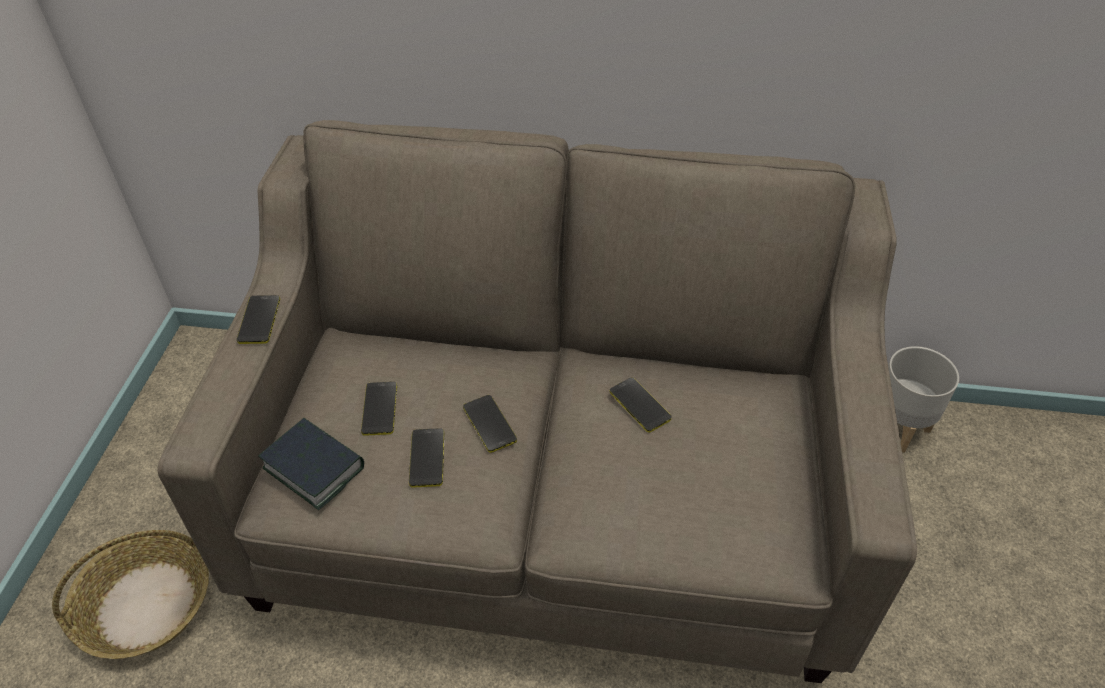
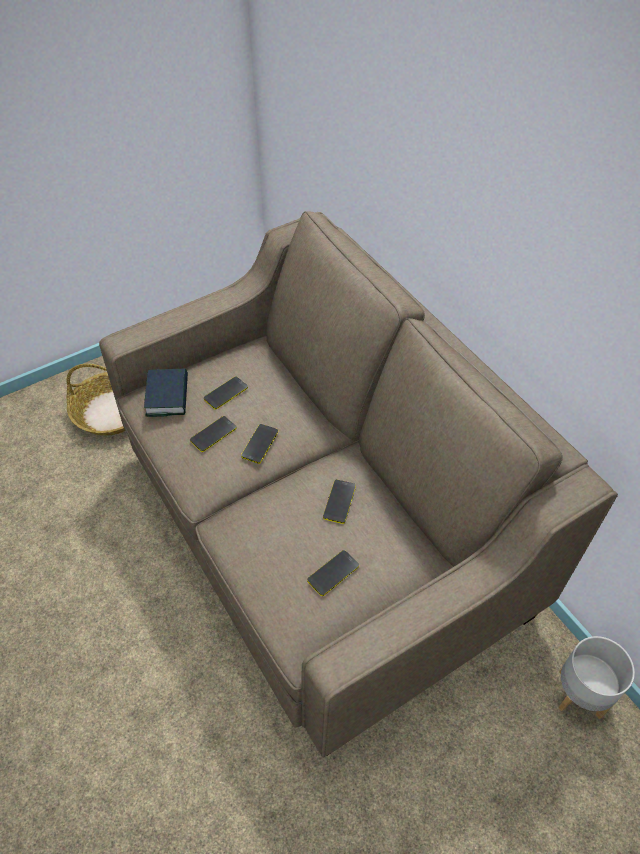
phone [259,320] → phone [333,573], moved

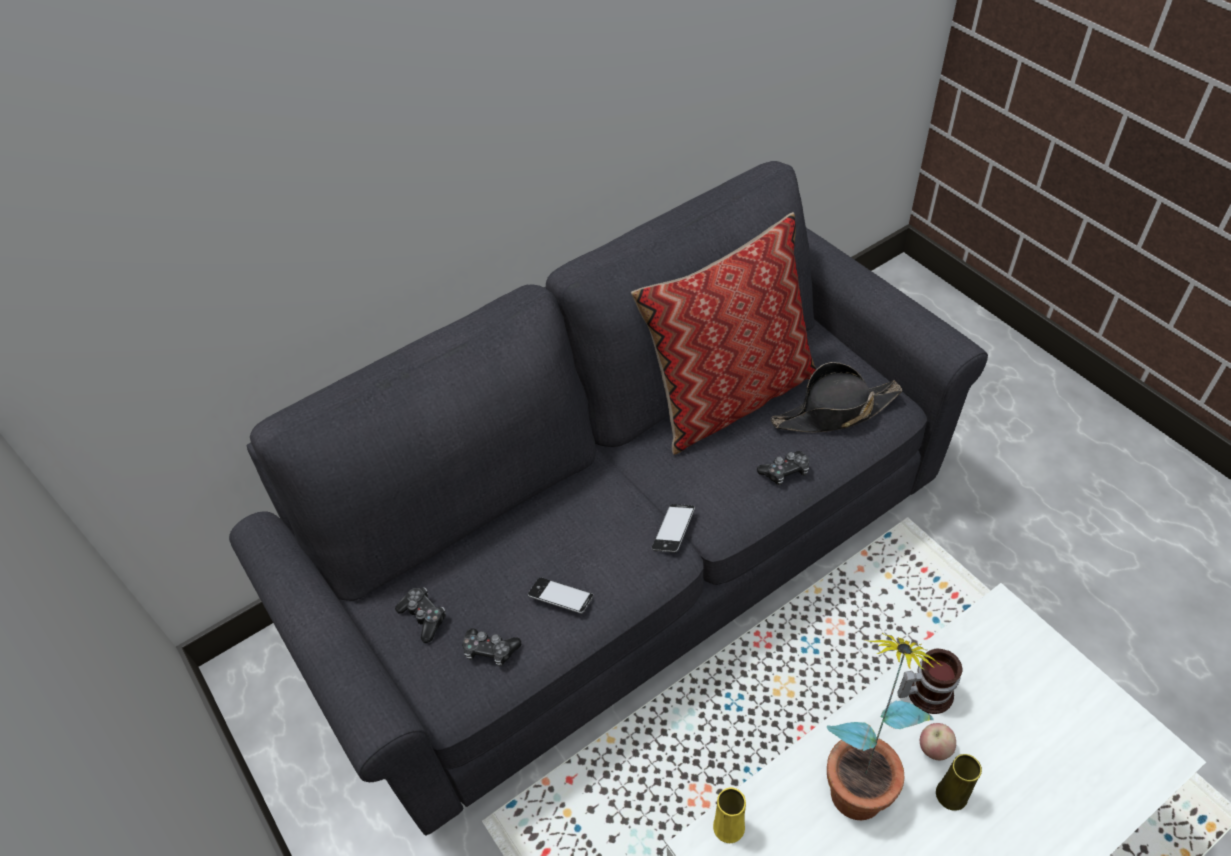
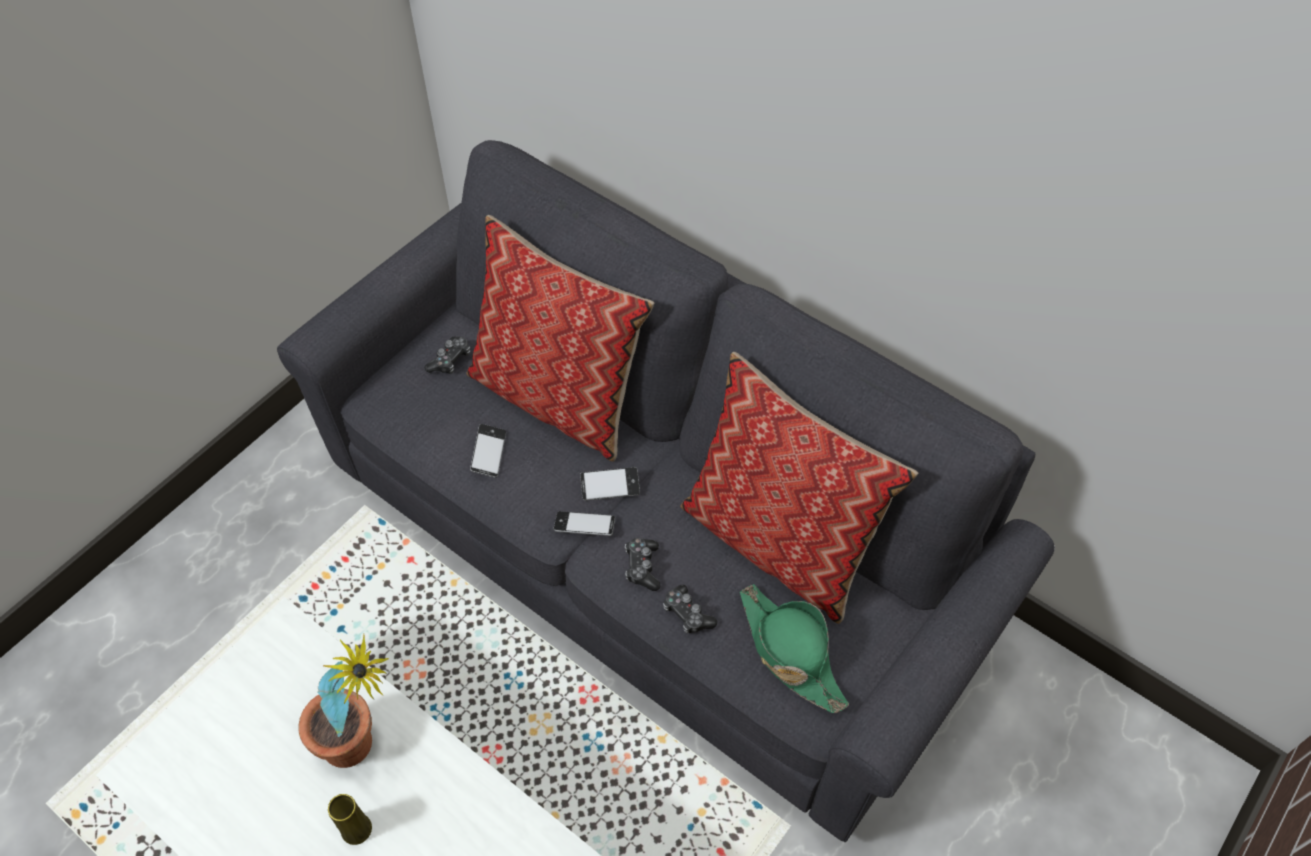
black hat [835,412] → green hat [790,652]
game controller [490,650] → game controller [642,567], moved
mug [924,691] → -
apple [934,749] → -
yellow vase [728,827] → -
- → pillow [558,397]
- → phone [610,486]

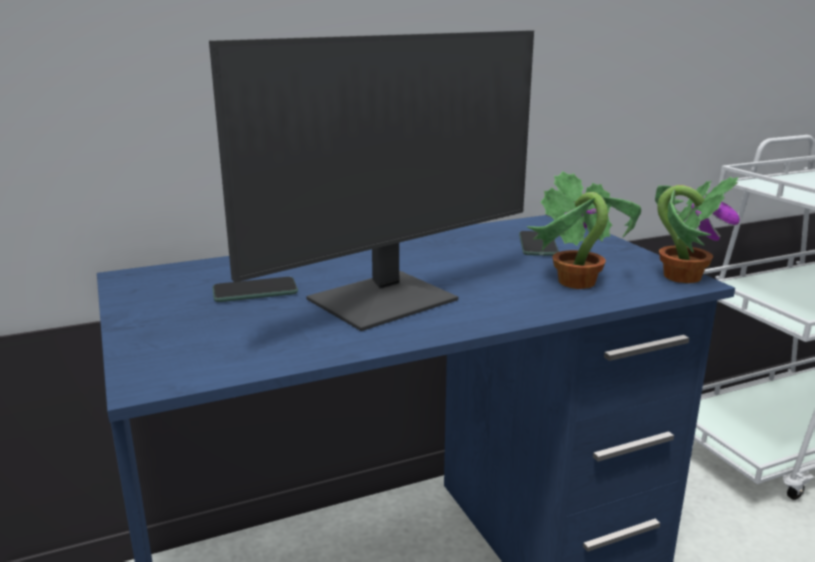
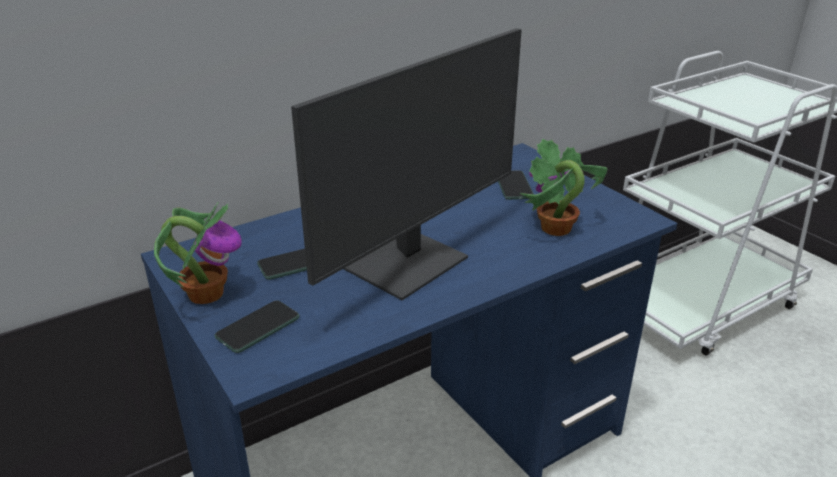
potted plant [681,276] → potted plant [205,293], moved
- → phone [258,327]

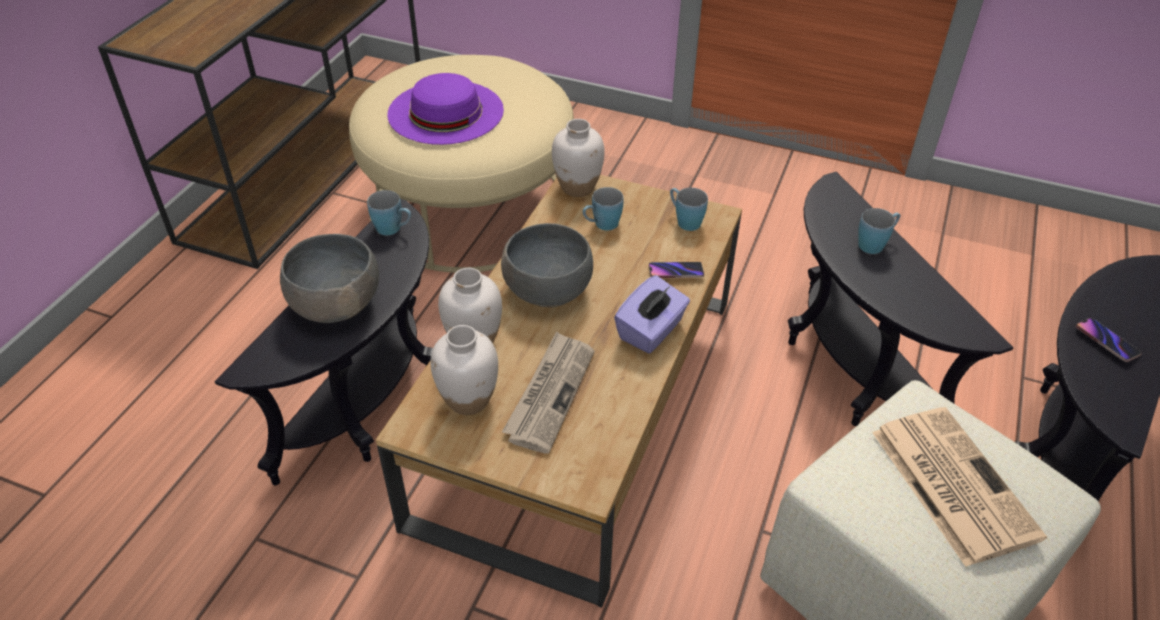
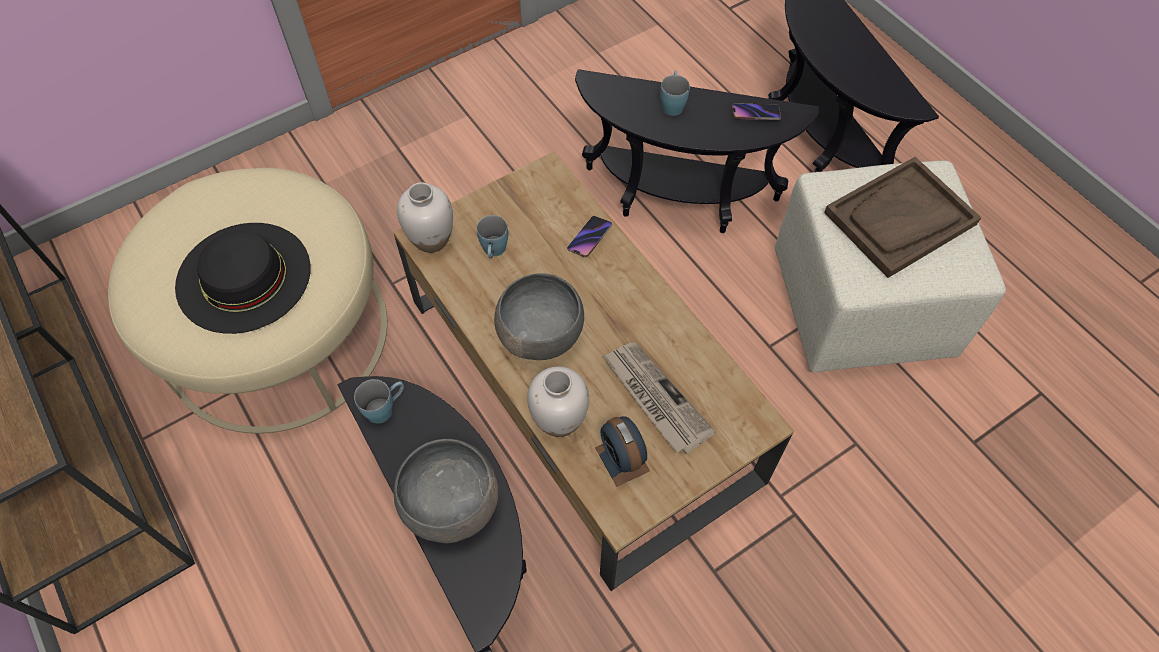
purple hat [445,112] → black hat [243,277]
blue mug [684,220] → -
purple tissue box [651,331] → -
phone [1106,342] → phone [755,114], moved
white vase [468,400] → alarm clock [622,459]
newspaper [951,482] → brown tray [900,219]

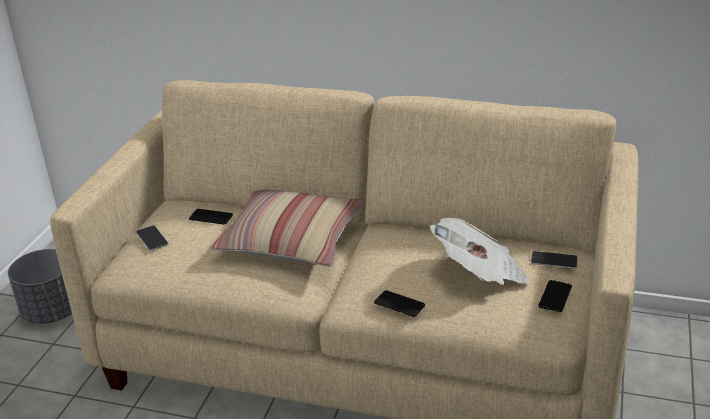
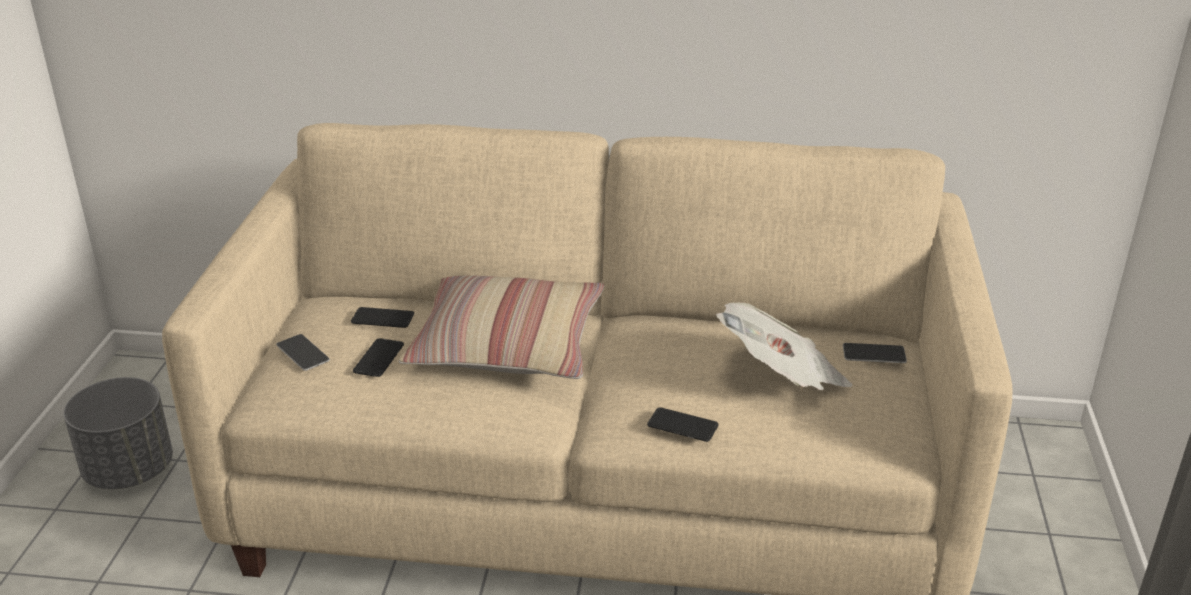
phone [555,297] → phone [378,358], moved

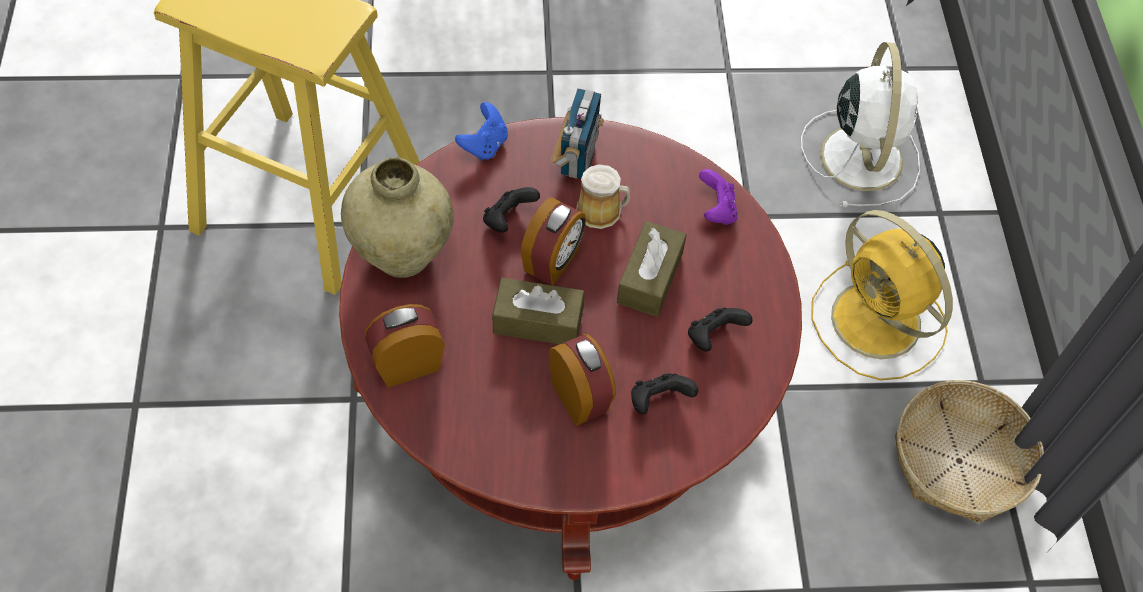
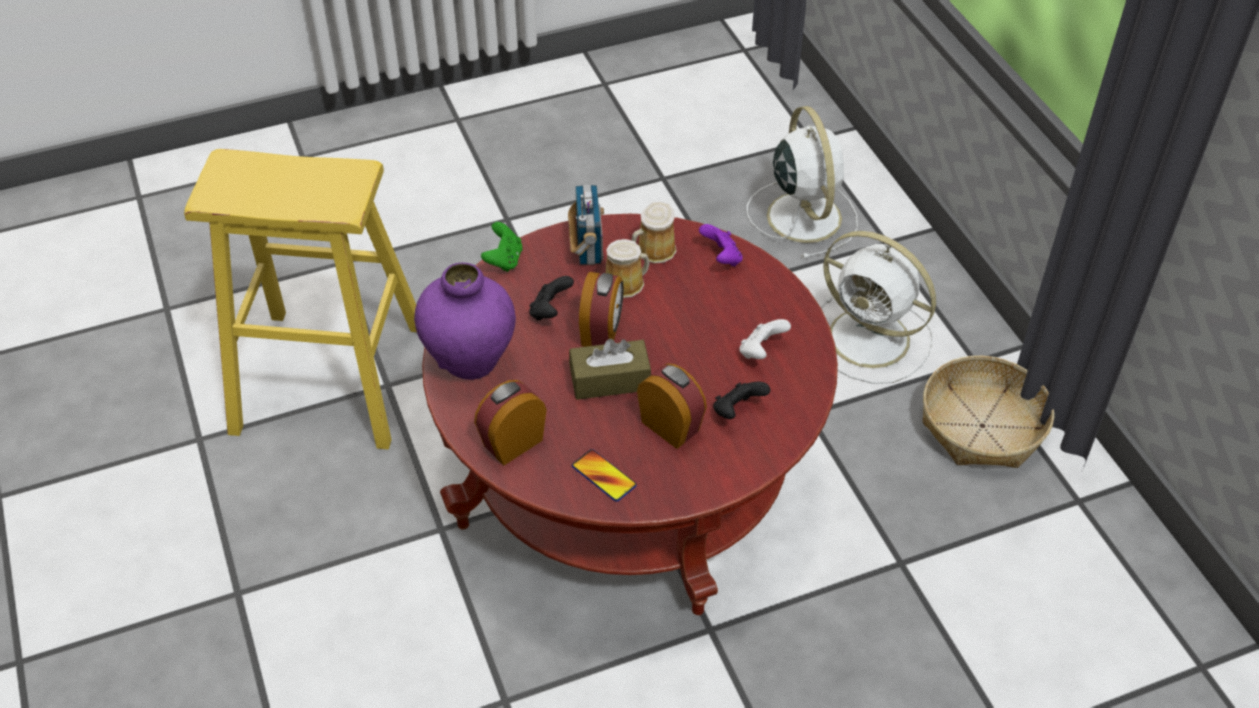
blue game controller [484,145] → green game controller [504,260]
beige vase [402,254] → purple vase [470,361]
yellow fan [878,323] → white fan [872,340]
brown tissue box [650,278] → -
black game controller [713,337] → white game controller [761,351]
- → mug [653,251]
- → phone [603,476]

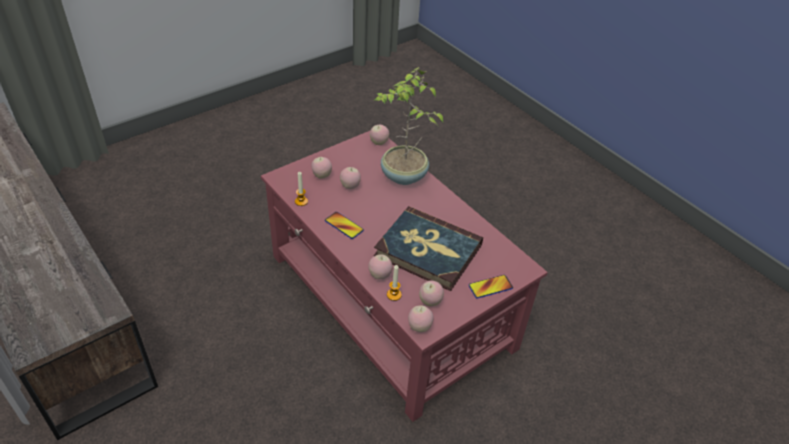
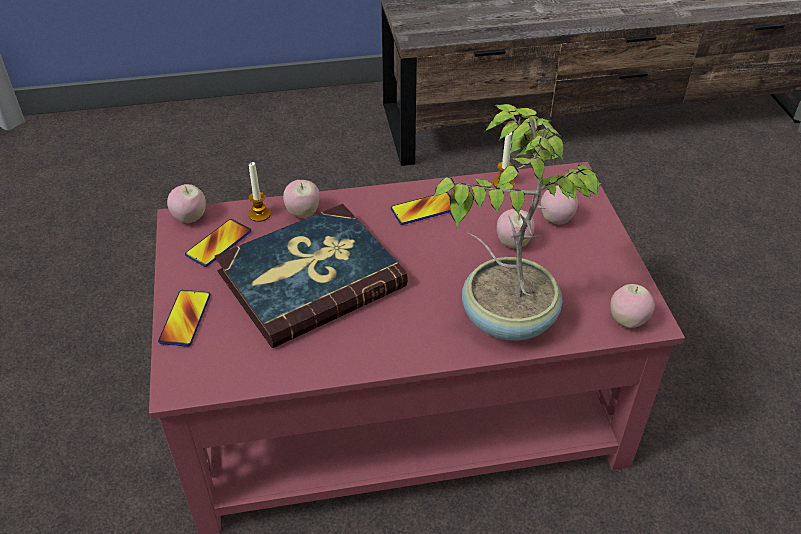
apple [430,301] → phone [218,244]

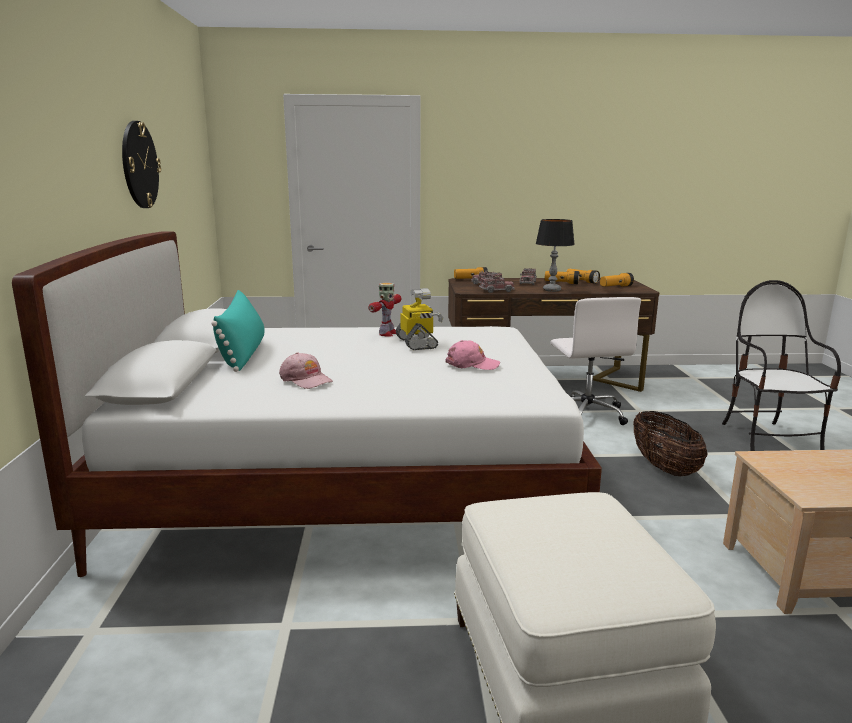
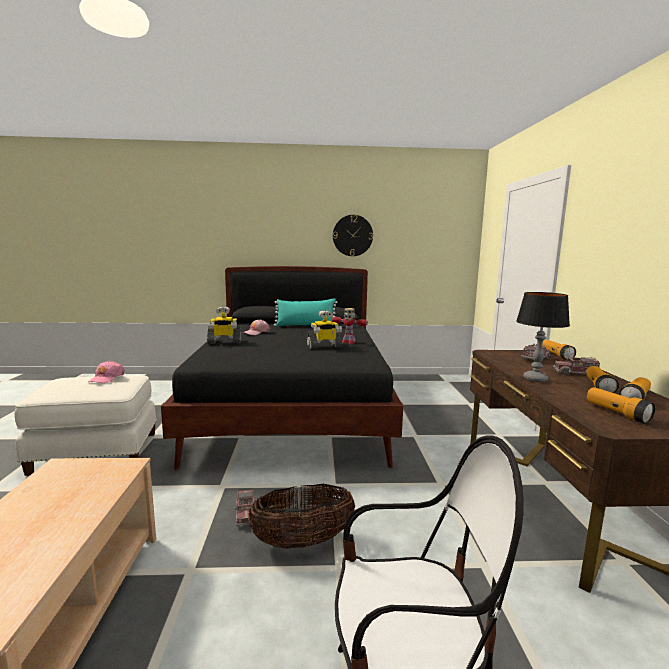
white bed [346,485] → black bed [293,409]
toy truck [496,291] → toy truck [246,514], moved
white office chair [586,414] → -
pink cap [472,364] → pink cap [106,378], moved
- → toy robot [224,342]

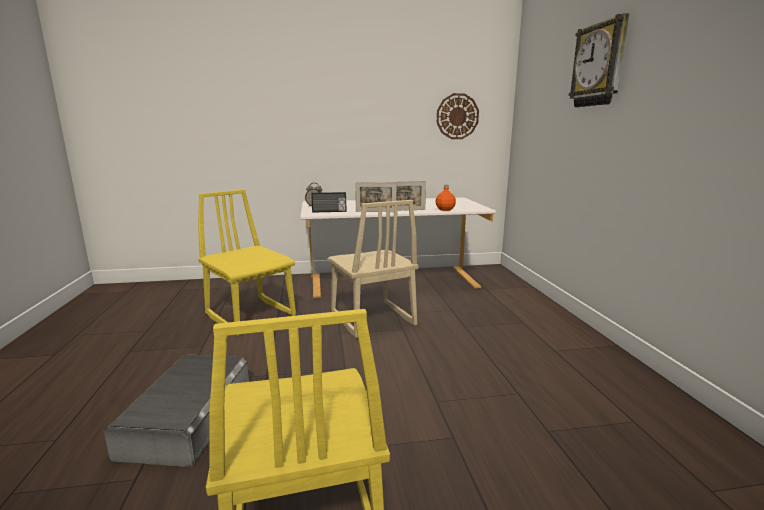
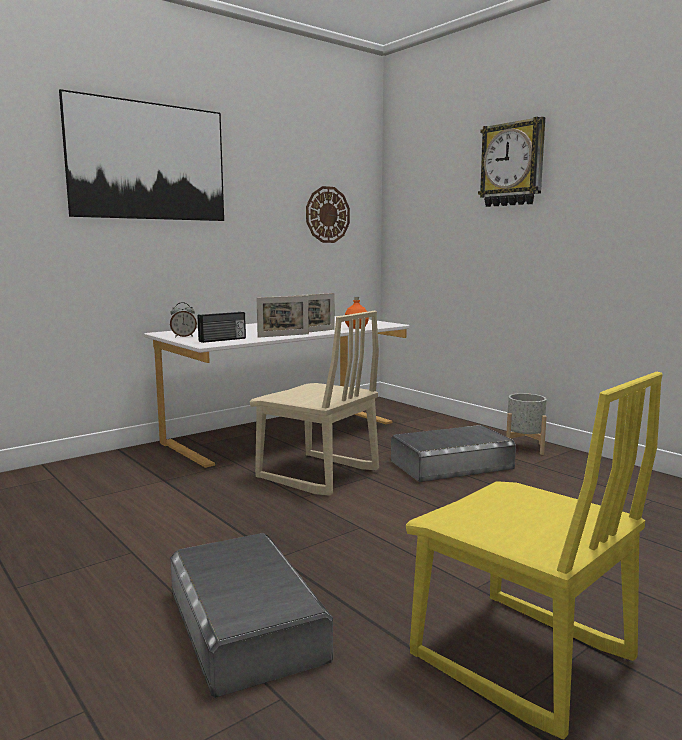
yellow chair [251,315] → -
- → picture [148,161]
- → grey planter [524,447]
- → grey storage box [451,465]

